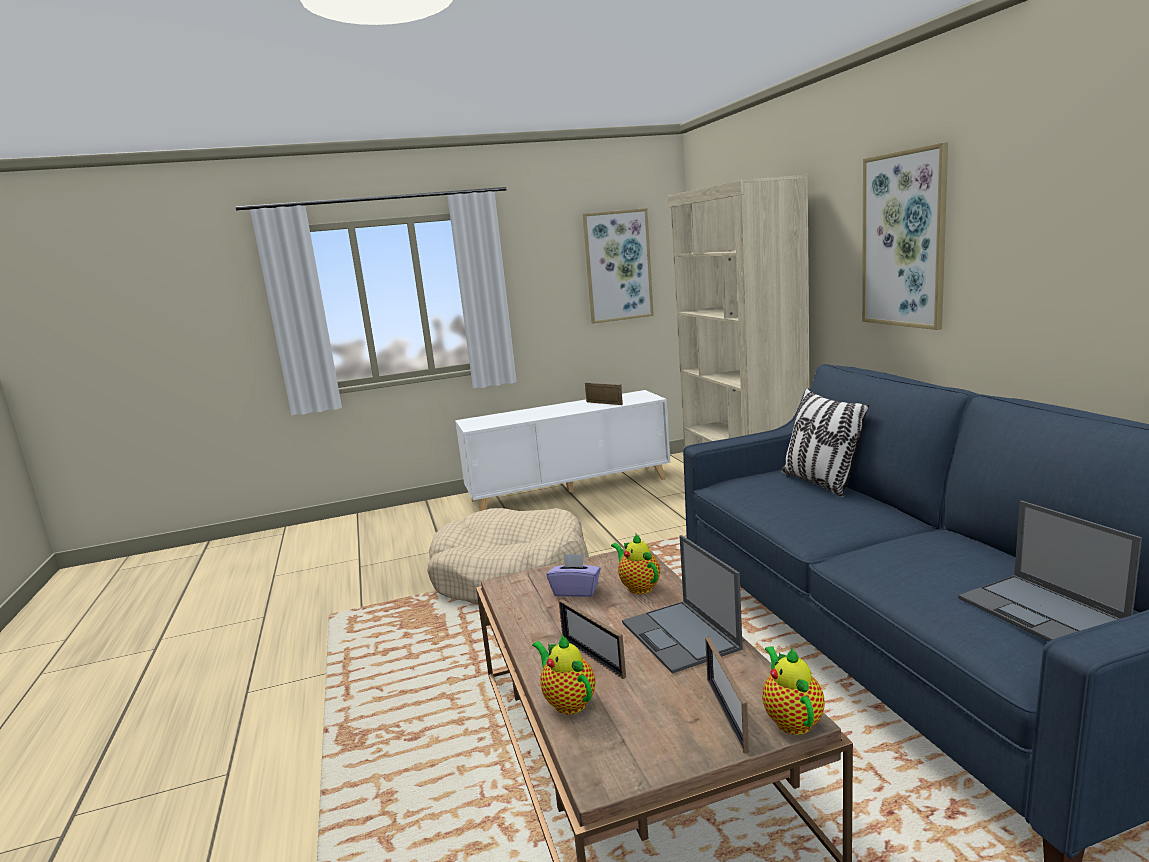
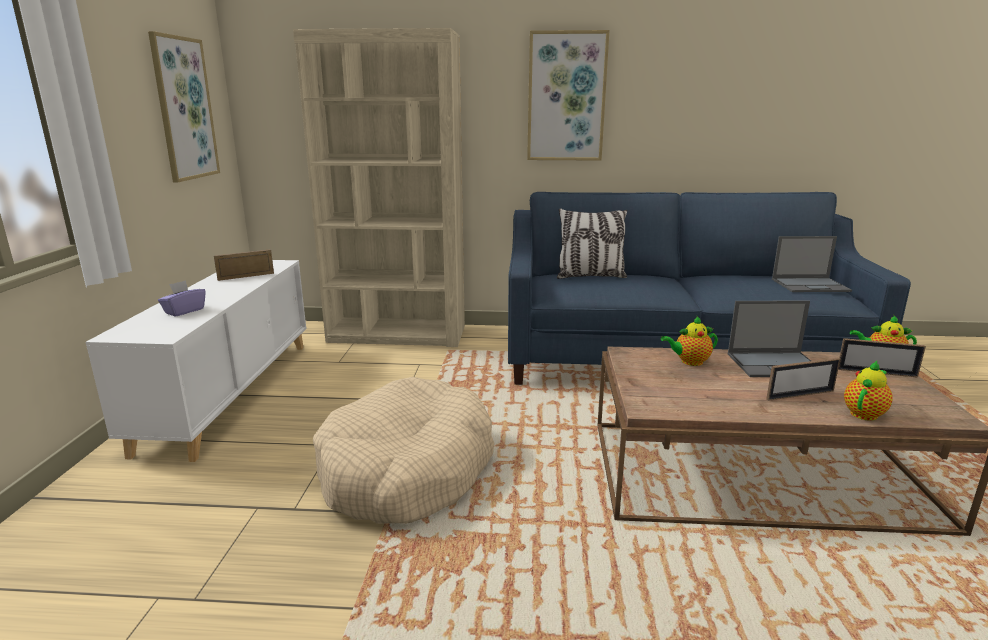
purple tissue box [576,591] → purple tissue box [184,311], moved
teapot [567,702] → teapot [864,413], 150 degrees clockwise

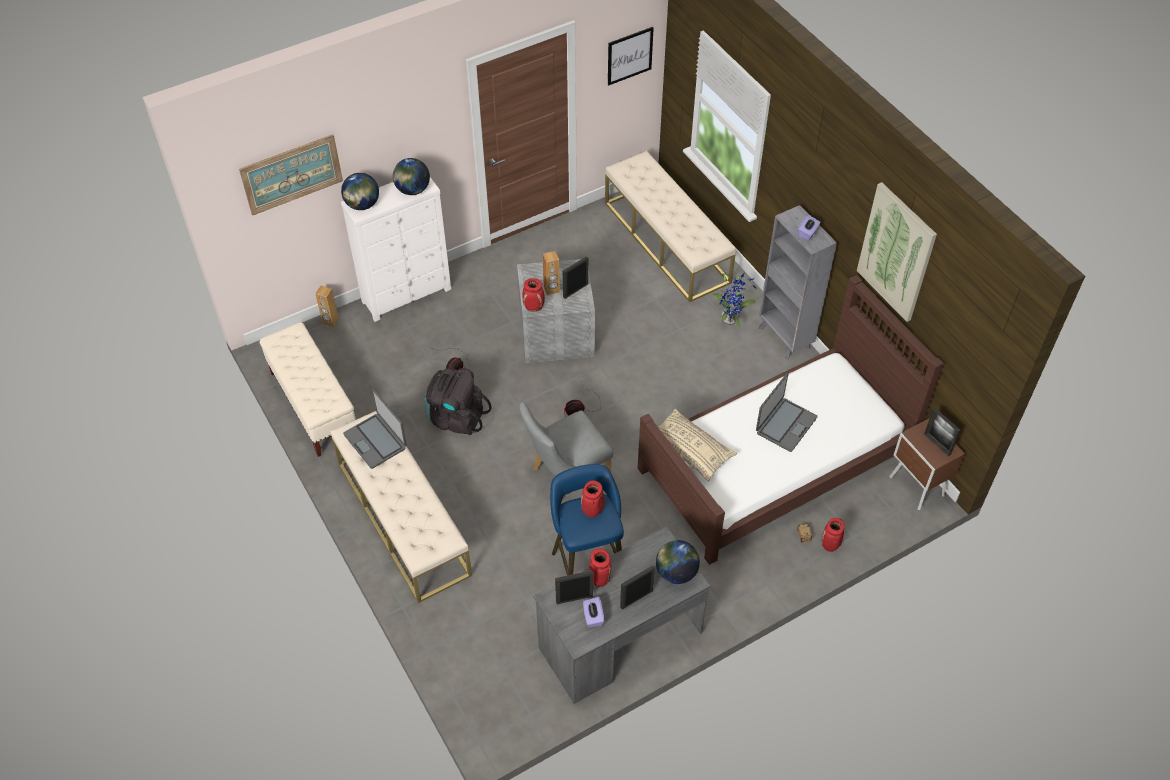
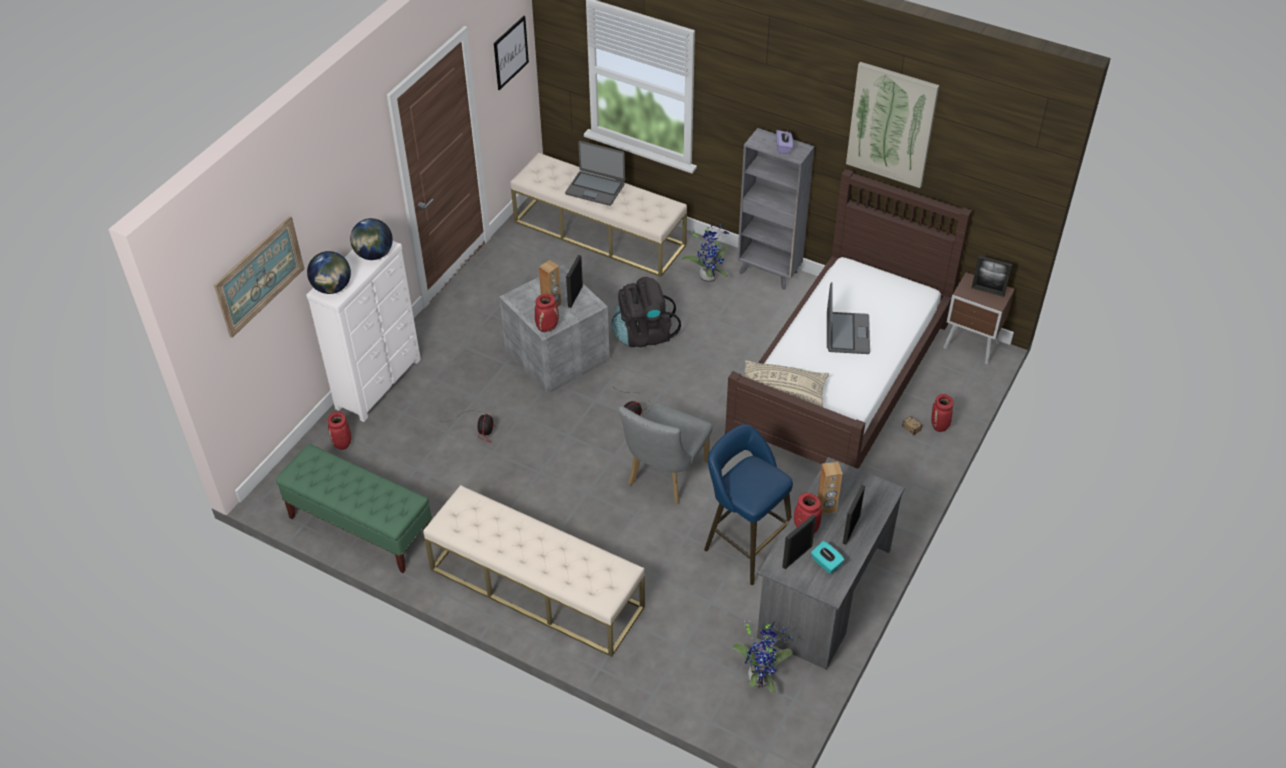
brown speaker [330,321] → brown speaker [826,507], moved
beige bench [314,405] → green bench [360,527]
black backpack [456,418] → black backpack [643,334], moved
laptop [375,441] → laptop [595,188], moved
red vase [592,511] → red vase [343,445], moved
globe [676,572] → -
purple tissue box [593,617] → turquoise tissue box [826,563]
- → potted plant [761,676]

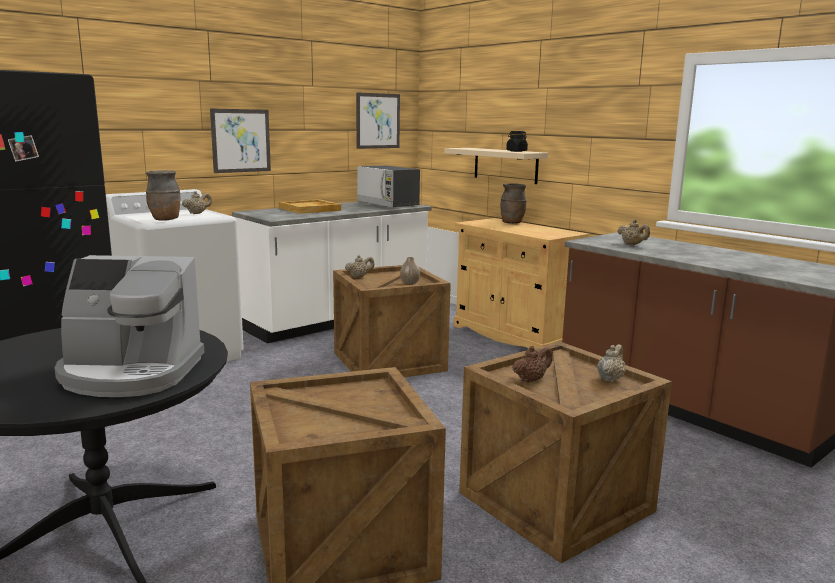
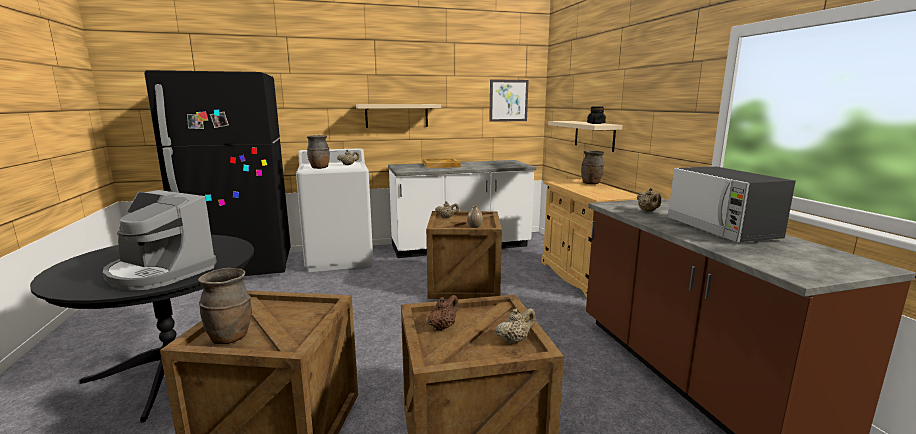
picture [241,140] → beige shelf [396,115]
microwave [388,204] → microwave [721,229], moved
brown teapot [531,380] → brown teapot [443,327], 45 degrees counterclockwise
- → brown vase [230,337]

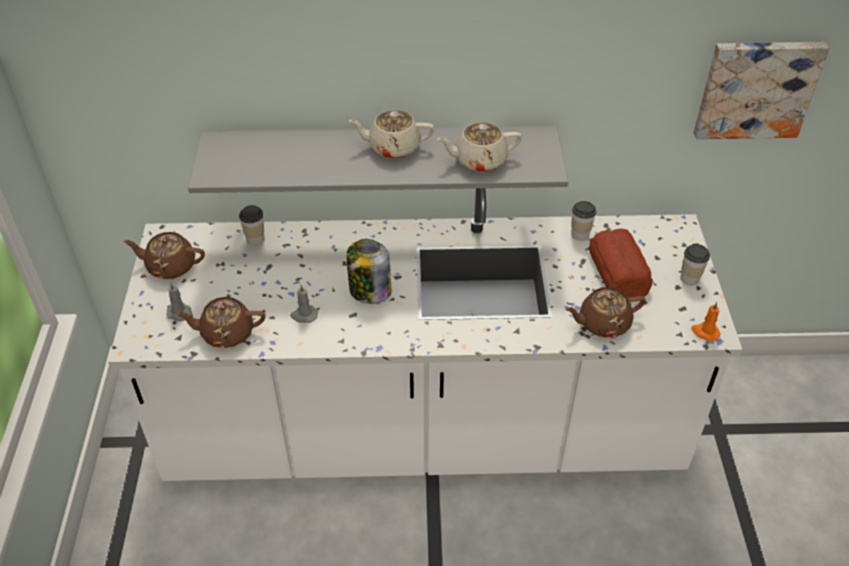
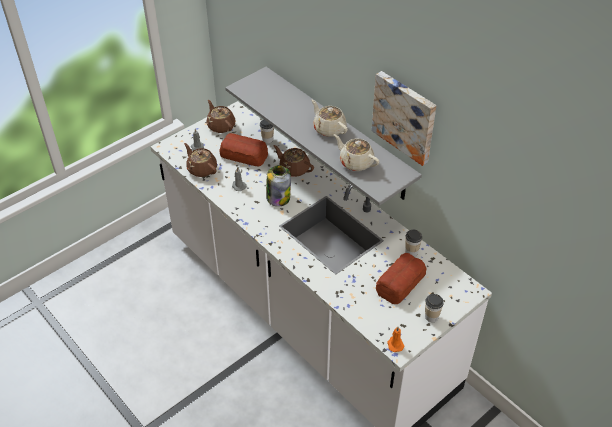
picture [756,88] → picture [405,116], moved
brown teapot [602,323] → brown teapot [294,169], moved
- → bread [244,155]

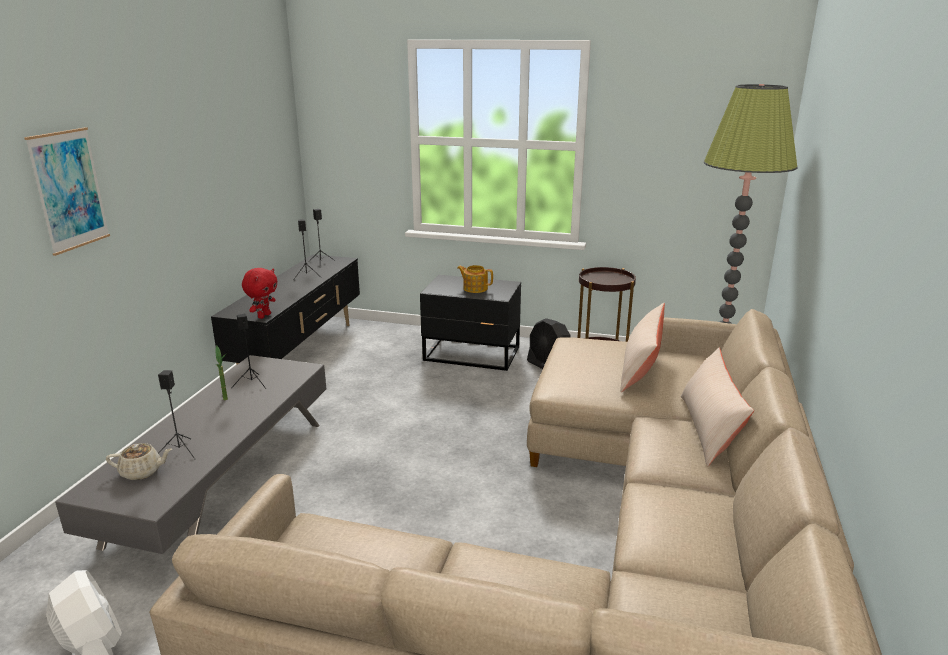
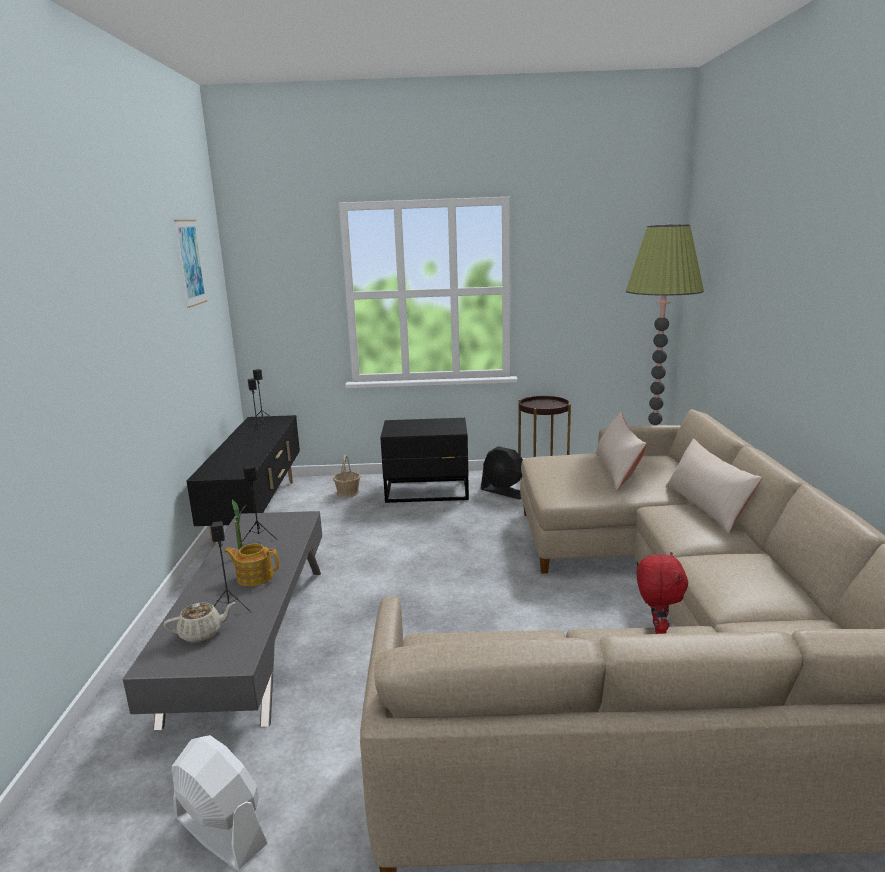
picture [69,190] → picture [190,262], moved
teapot [475,288] → teapot [254,577], moved
red plush toy [264,316] → red plush toy [656,629], moved
- → basket [348,492]

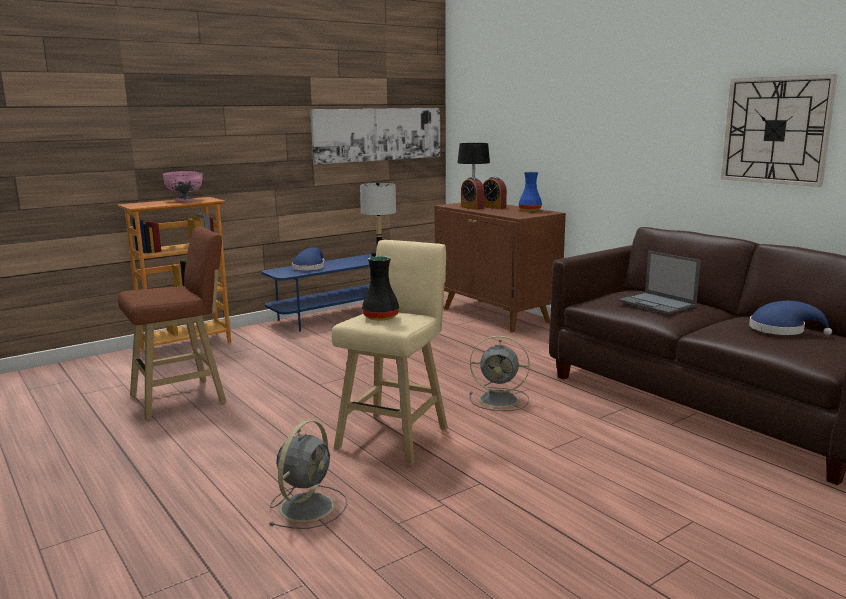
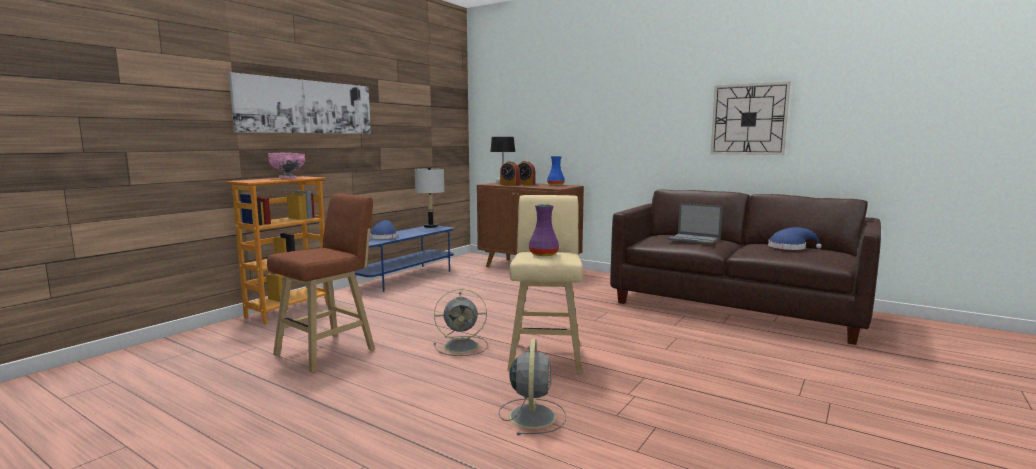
picture [378,134] → picture [307,107], moved
black vase [381,317] → purple vase [544,254]
grey fan [500,399] → grey fan [463,346], moved

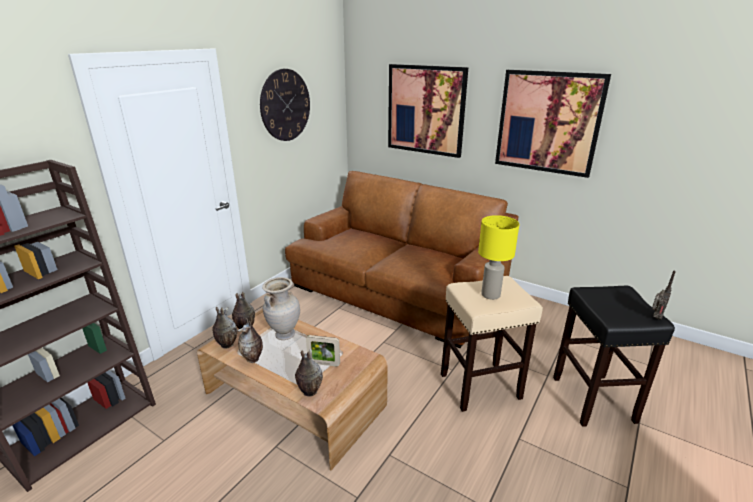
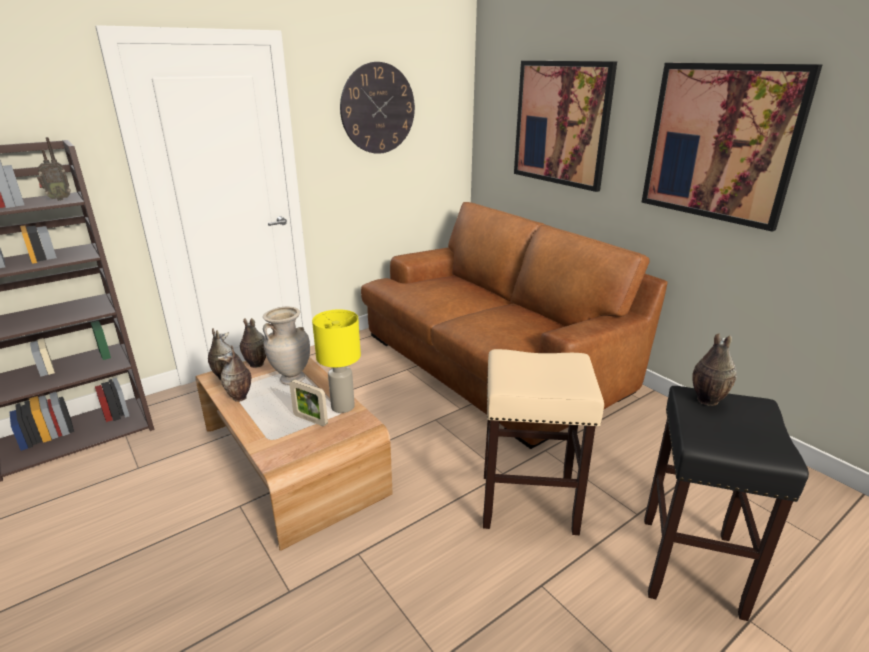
yellow table lamp [490,294] → yellow table lamp [343,406], moved
radio [655,318] → radio [58,199], moved
vase [309,392] → vase [706,400], moved

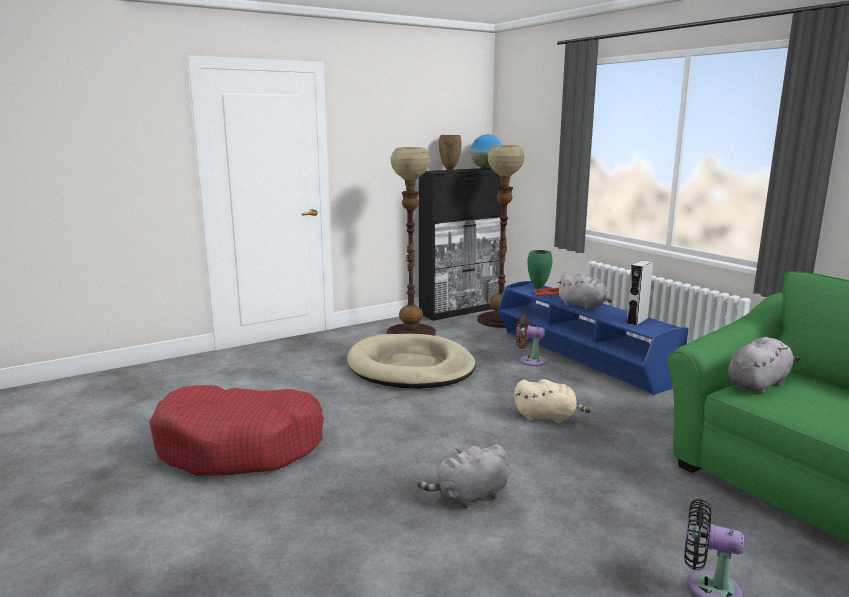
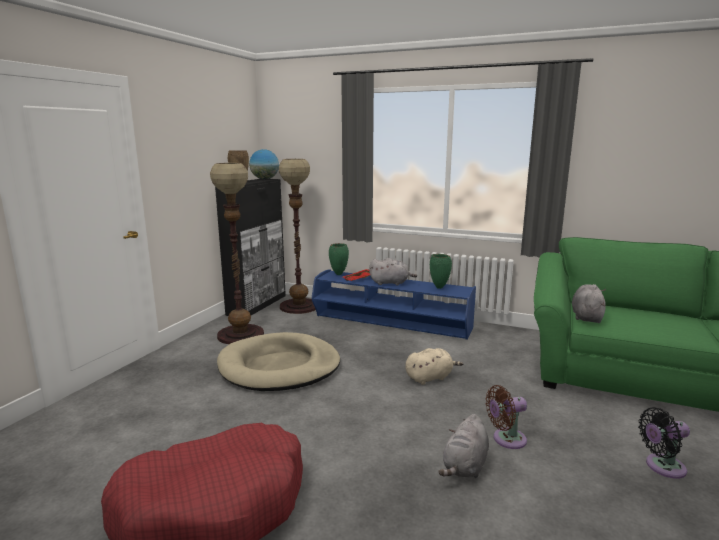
grey speaker [637,321] → green vase [439,287]
brown fan [529,361] → brown fan [506,439], moved

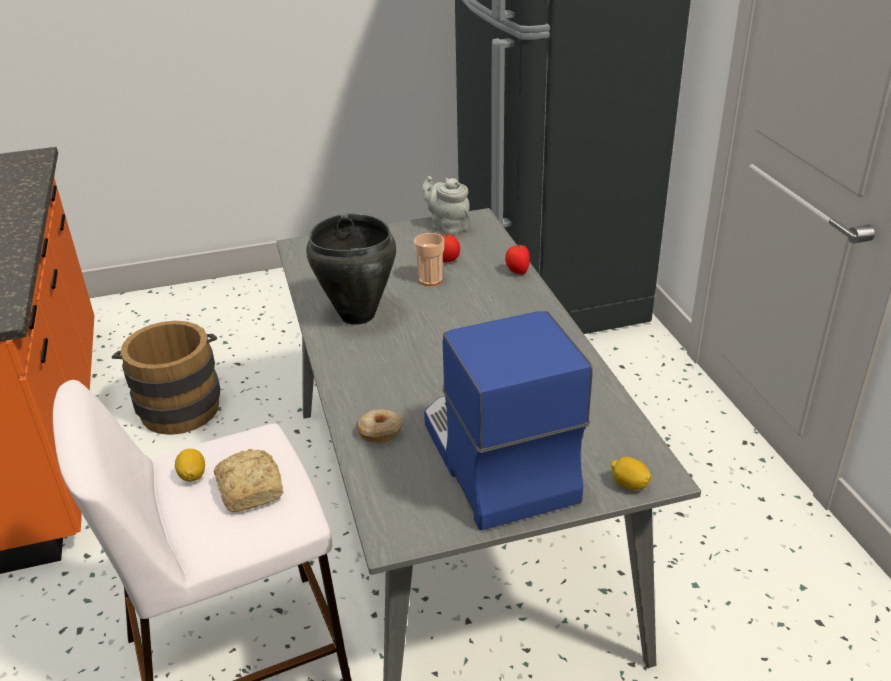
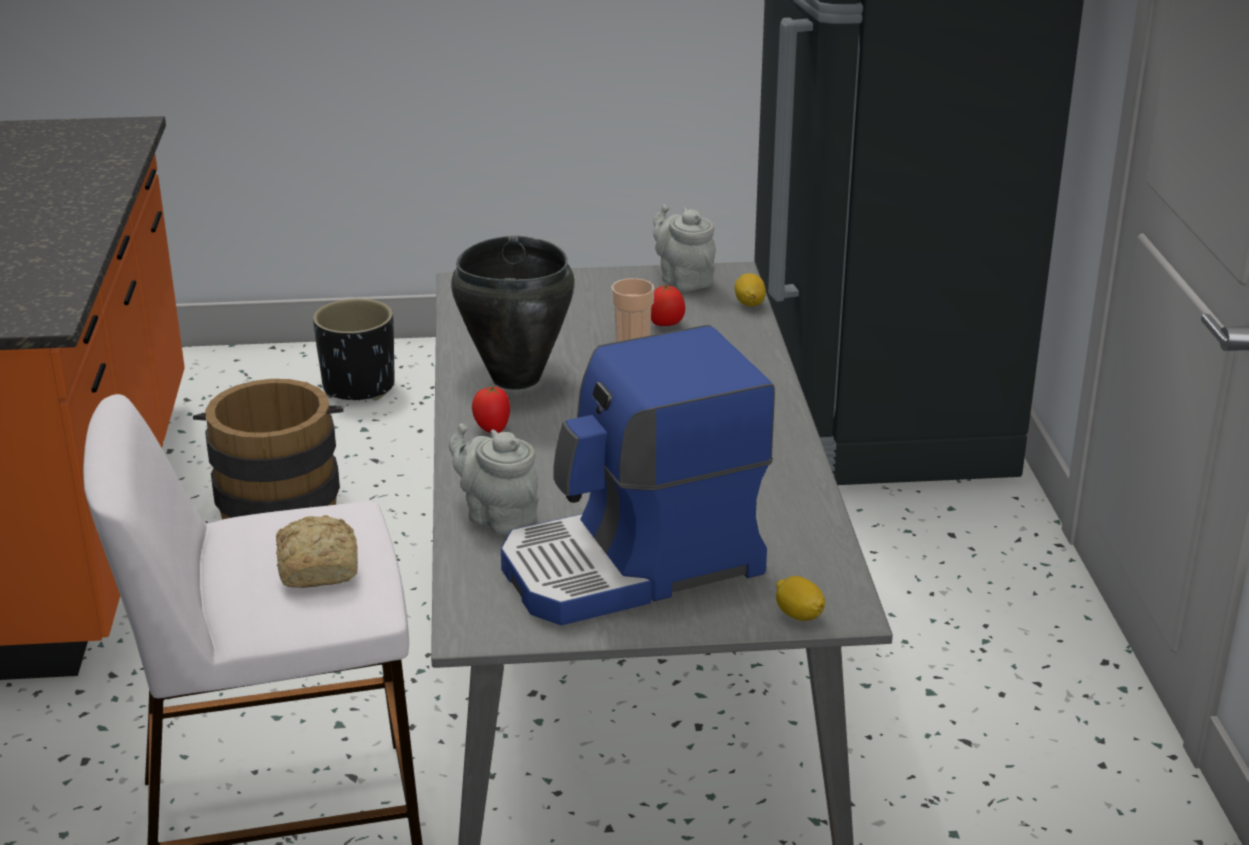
tomato [517,272] → tomato [491,429], moved
coffee machine [495,460] → coffee machine [634,566], 105 degrees counterclockwise
donut [380,431] → grey teapot [497,516]
lemon [192,475] → lemon [749,303], moved
- → black planter [358,387]

